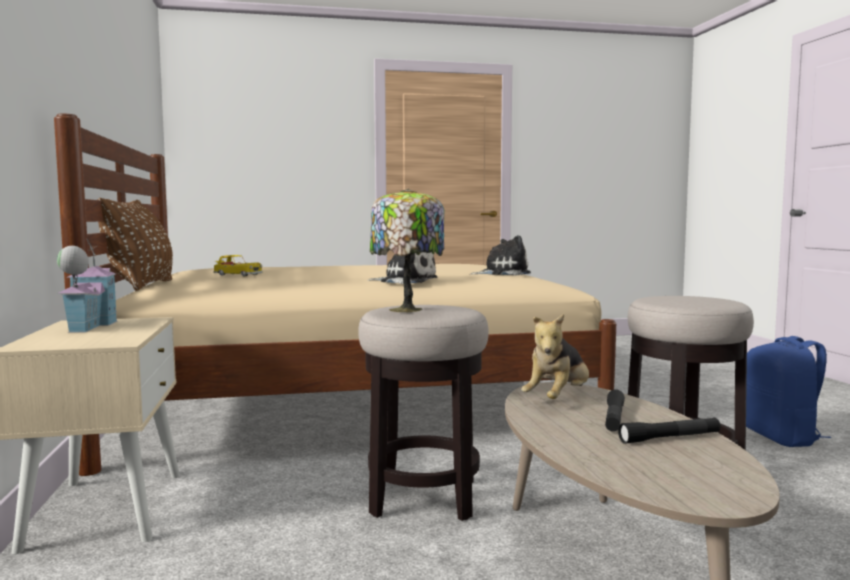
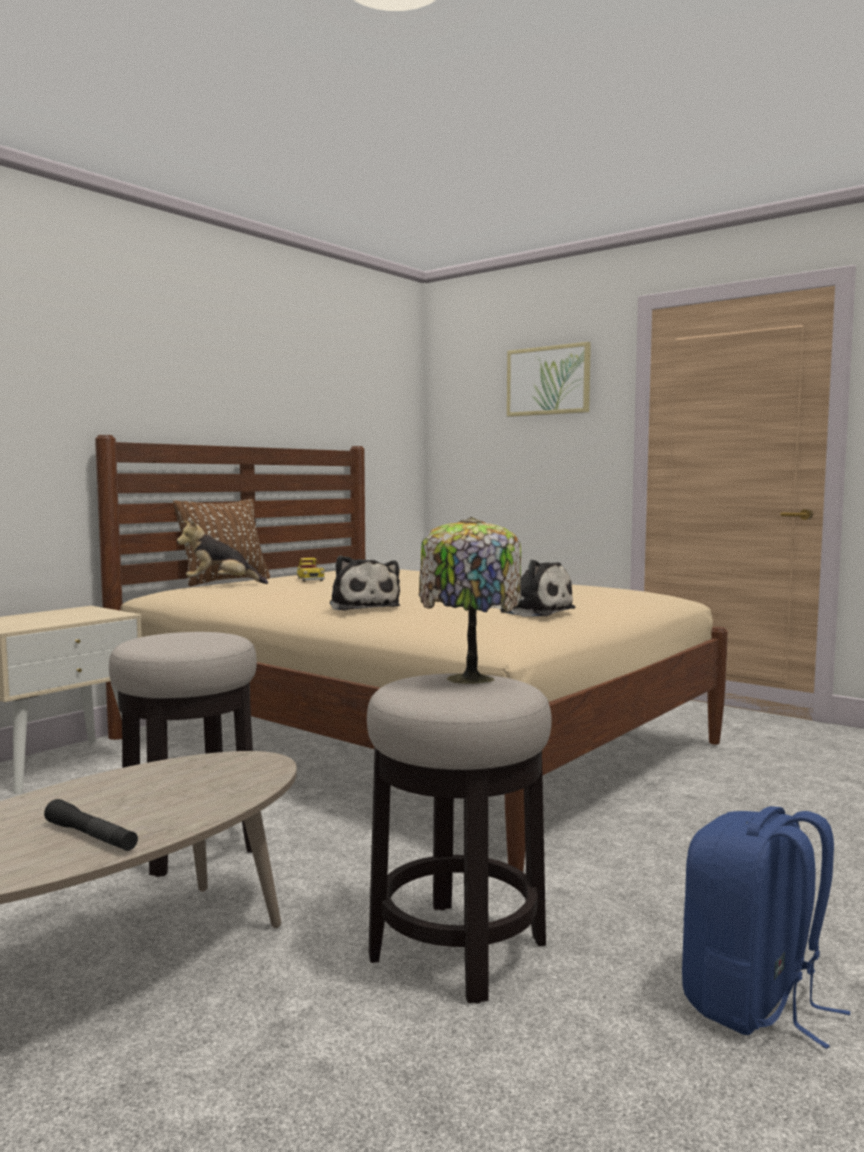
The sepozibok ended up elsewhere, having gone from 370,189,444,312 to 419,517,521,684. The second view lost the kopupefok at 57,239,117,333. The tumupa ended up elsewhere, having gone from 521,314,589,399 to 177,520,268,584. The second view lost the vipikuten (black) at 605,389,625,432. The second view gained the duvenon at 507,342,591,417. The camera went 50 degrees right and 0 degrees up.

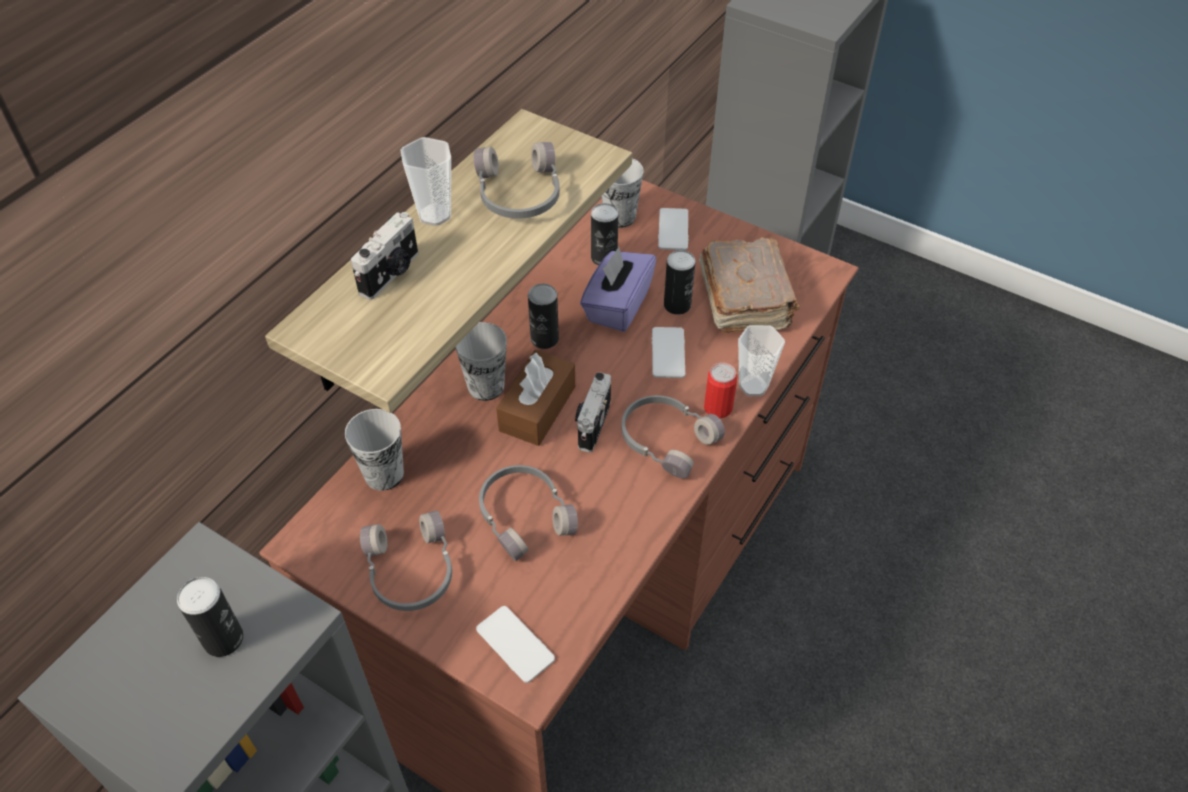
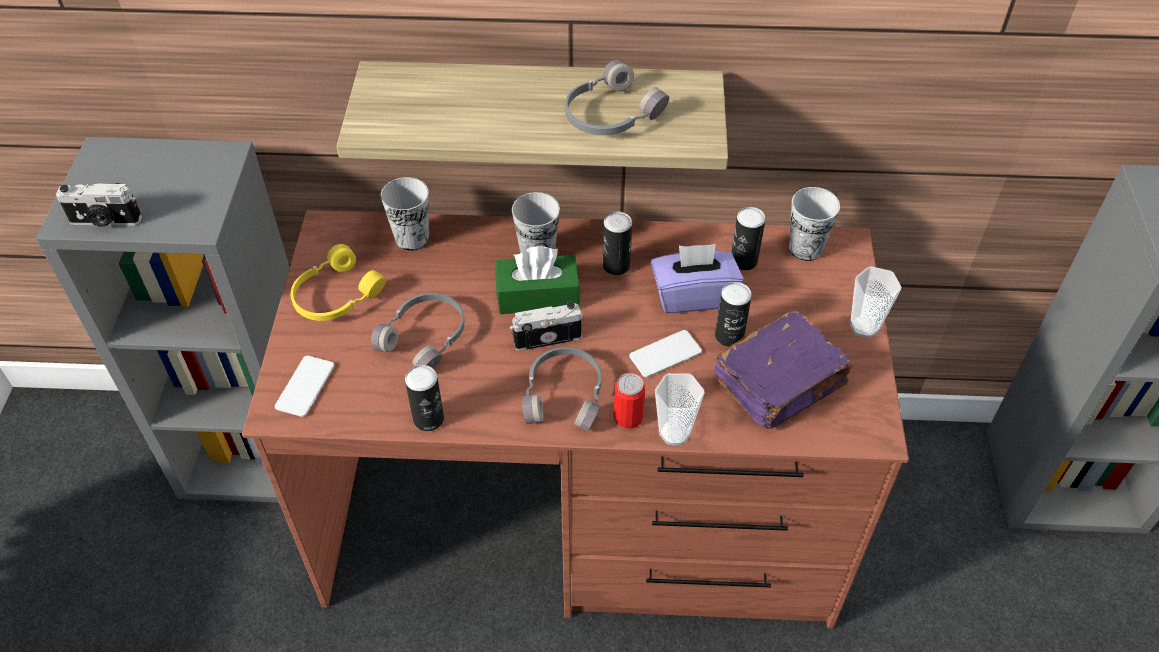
The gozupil ended up elsewhere, having gone from 401,137,451,226 to 850,266,901,338. The second view lost the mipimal at 658,208,688,250. The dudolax ended up elsewhere, having gone from 351,212,418,300 to 56,183,142,227. What was the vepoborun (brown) at 699,237,800,333 turned into the vepoborun (purple) at 714,311,852,429. What was the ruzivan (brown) at 496,350,575,446 turned into the ruzivan (green) at 496,246,580,314. What was the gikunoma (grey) at 360,510,452,611 turned into the gikunoma (yellow) at 290,244,386,321. The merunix ended up elsewhere, having gone from 177,577,243,657 to 405,365,444,431. The camera went 60 degrees right and 0 degrees up.

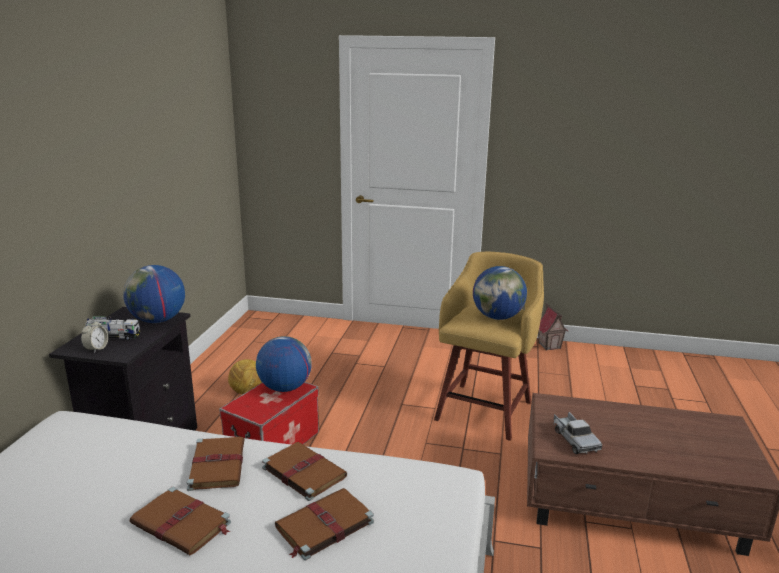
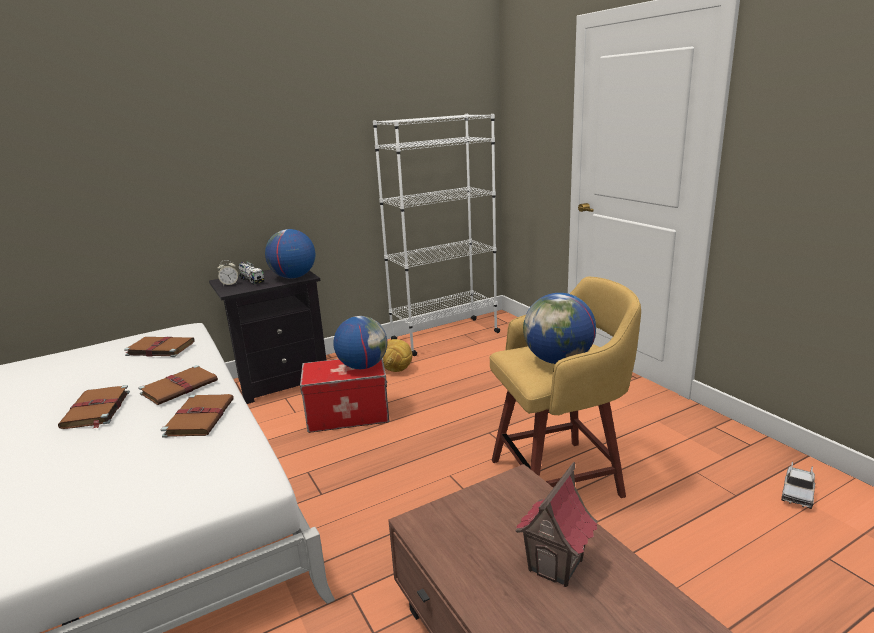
The kopupefok ended up elsewhere, having gone from 538,303,568,350 to 515,462,597,587. The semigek ended up elsewhere, having gone from 554,412,603,454 to 781,462,815,509. The vepoborun (brown) ended up elsewhere, having gone from 275,488,374,560 to 124,337,194,357. The second view gained the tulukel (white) at 373,114,500,356. The camera went 50 degrees right and 0 degrees up.

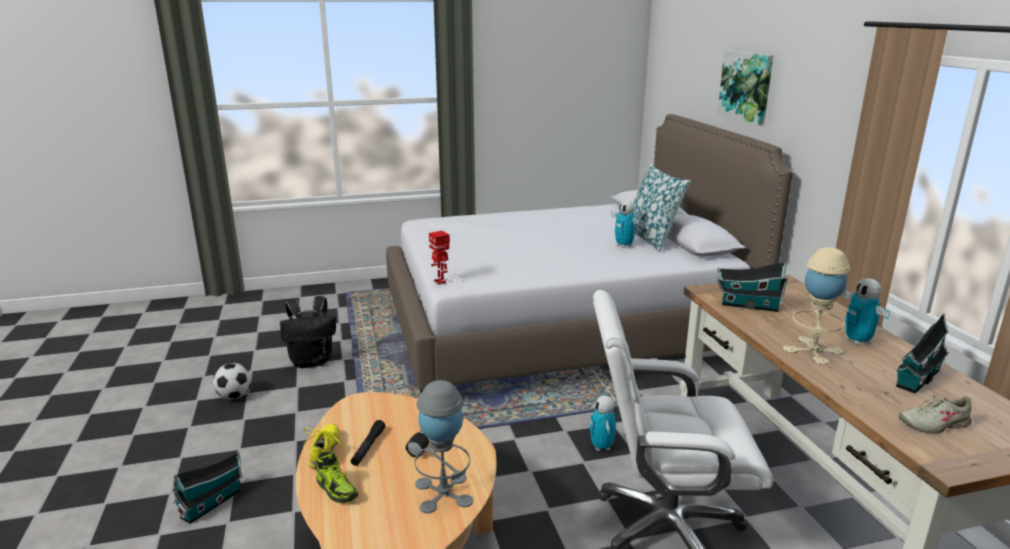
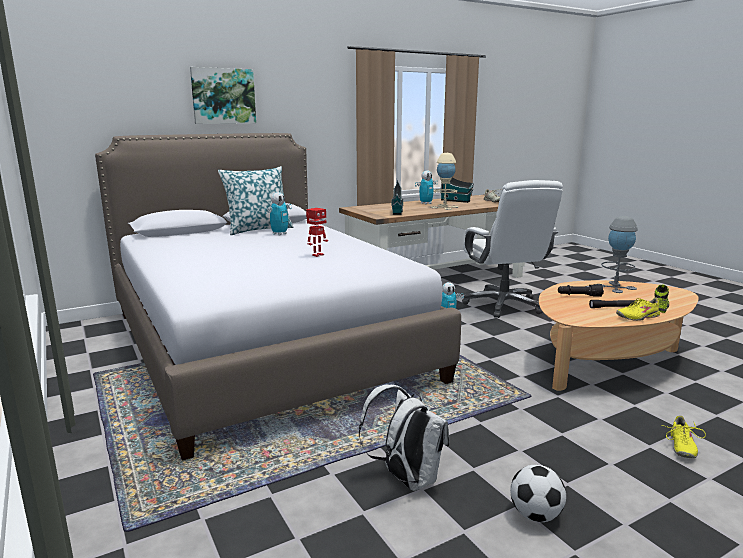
The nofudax ended up elsewhere, having gone from 429,231,450,284 to 306,208,328,257. What was the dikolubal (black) at 280,296,336,368 turned into the dikolubal (white) at 359,385,450,491. Where the kopupefok stood at 173,452,243,524, the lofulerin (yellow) came to stand at 661,415,706,458. The camera went 105 degrees left and 5 degrees down.

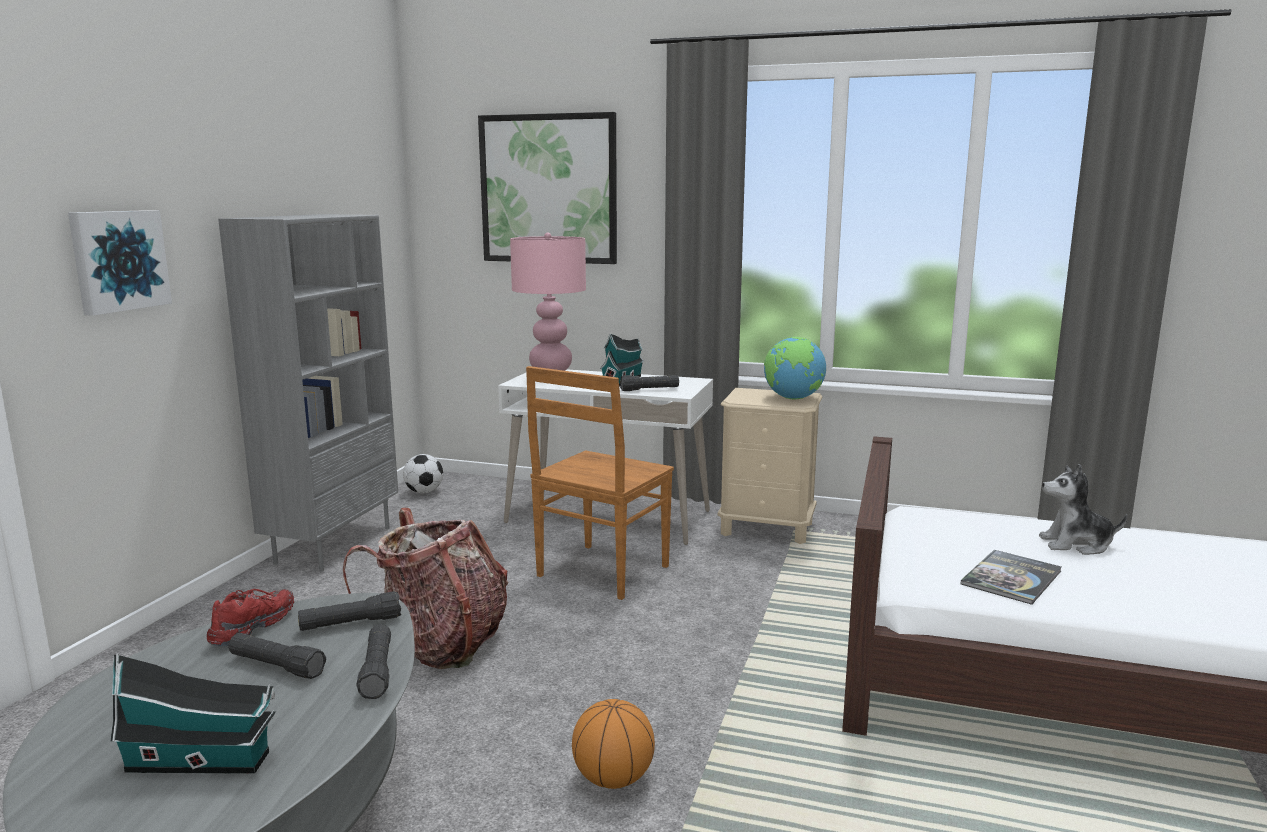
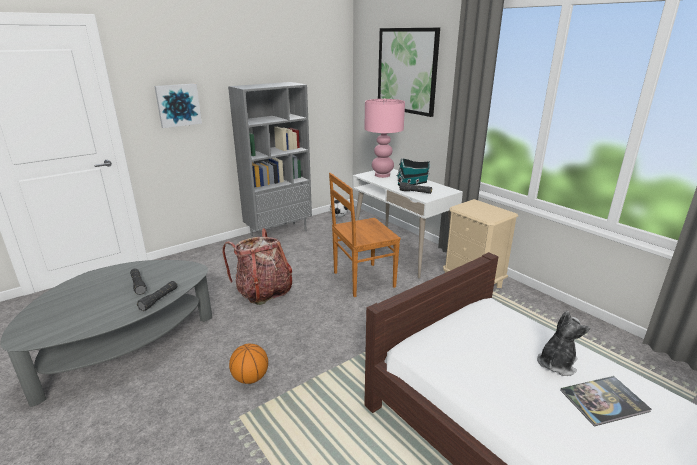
The second view lost the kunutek at 764,337,826,399. The tumupa at 1039,464,1128,555 ended up facing another way, 90 degrees clockwise from before. The vepoborun ended up elsewhere, having gone from 961,550,1061,605 to 560,376,652,426. The second view lost the lofulerin (red) at 207,589,294,646. The second view lost the vipikuten (black) at 298,591,401,631. The second view lost the kopupefok at 110,653,276,774. The camera went 35 degrees right and 10 degrees up.

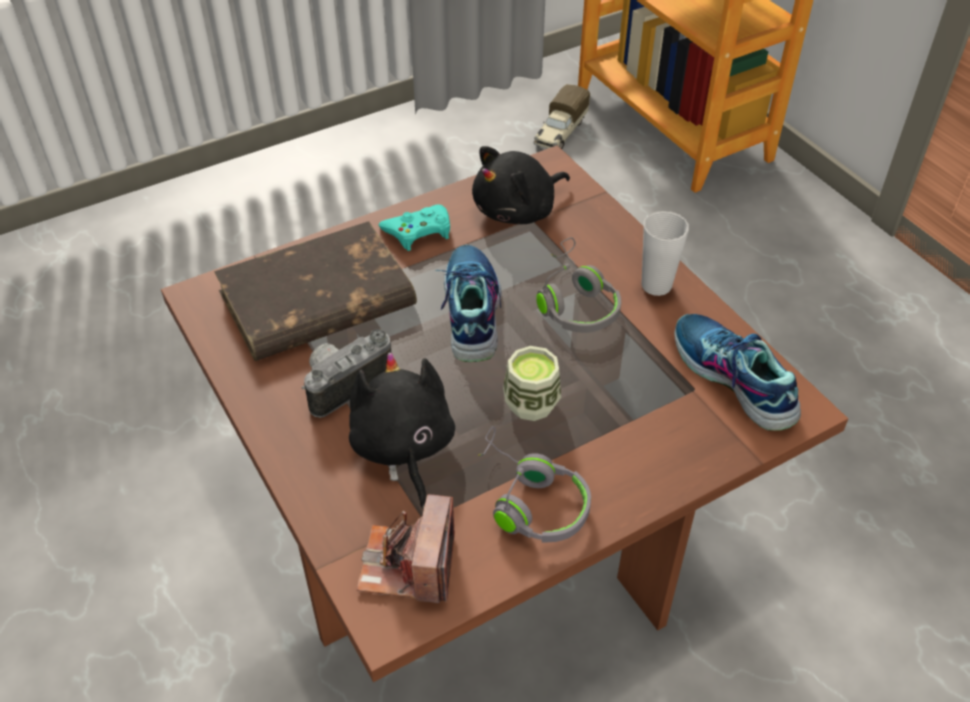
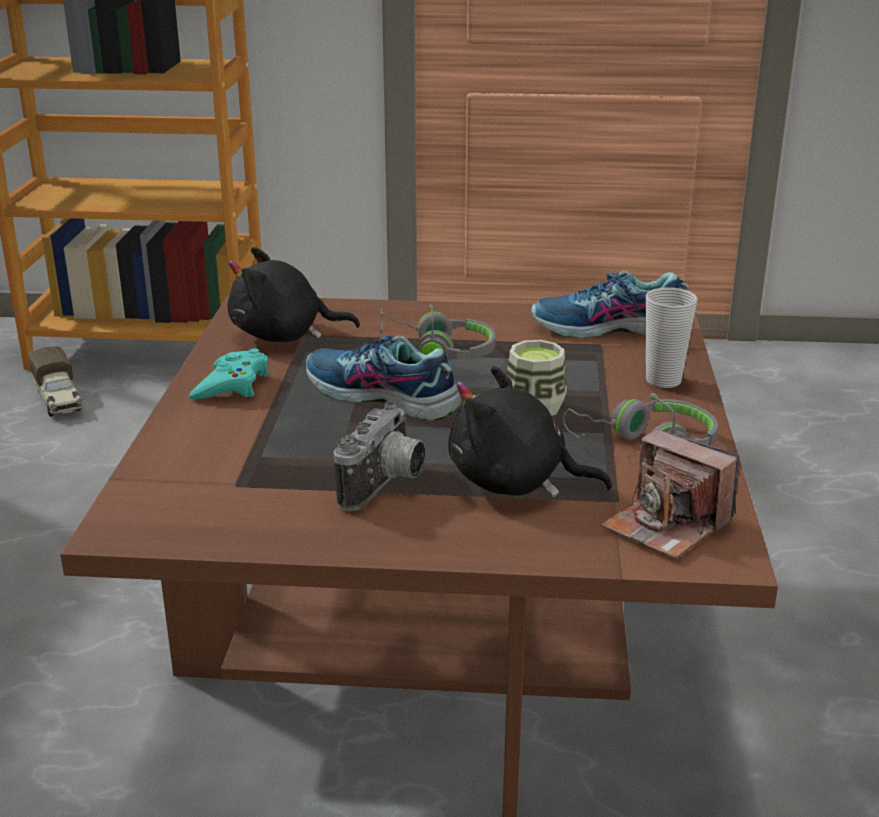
The tumupa (black) at 472,146,570,224 ended up facing another way, 90 degrees clockwise from before. The gozupil ended up elsewhere, having gone from 641,211,689,296 to 646,287,698,388. The second view lost the vepoborun (brown) at 214,221,417,361. The dudolax at 302,329,391,418 ended up facing another way, 150 degrees counterclockwise from before. The camera went 55 degrees left and 20 degrees down.

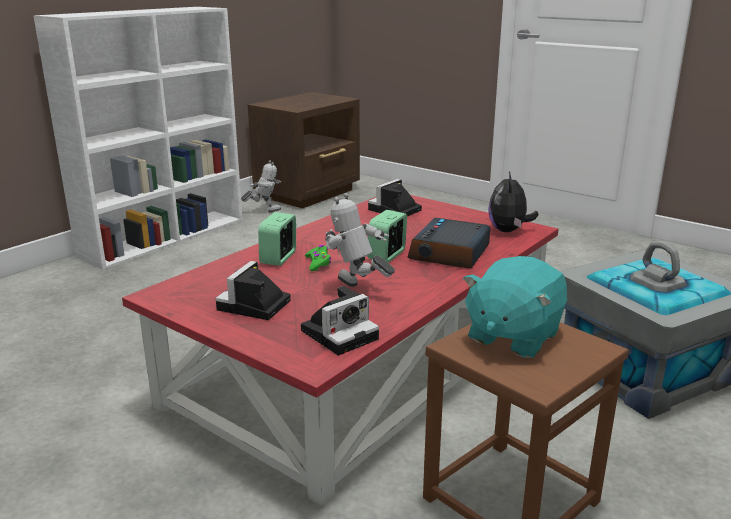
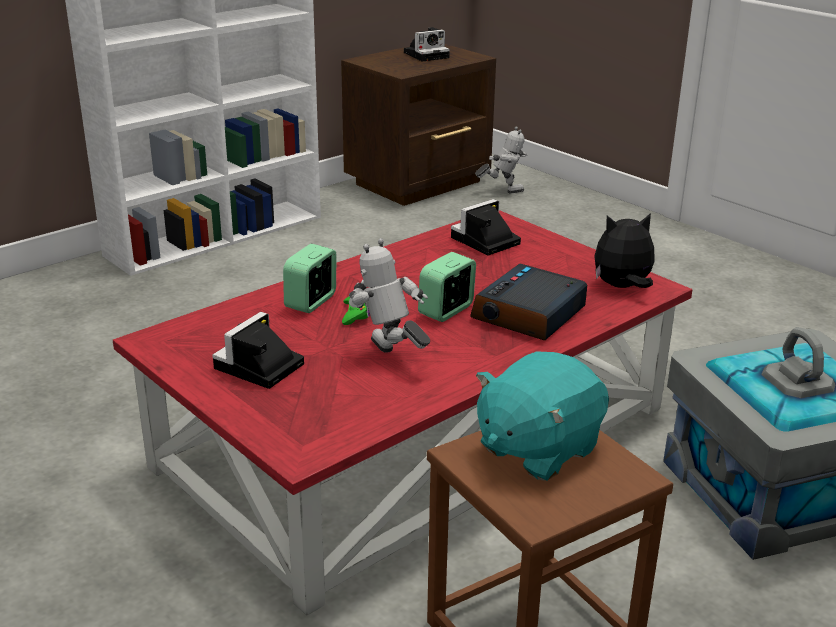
The nofudax ended up elsewhere, having gone from 241,160,281,212 to 475,126,528,193. The tumupa at 488,172,538,232 ended up facing another way, 60 degrees clockwise from before. The dudolax ended up elsewhere, having gone from 301,286,379,356 to 404,27,450,62. The camera went 10 degrees right and 5 degrees up.

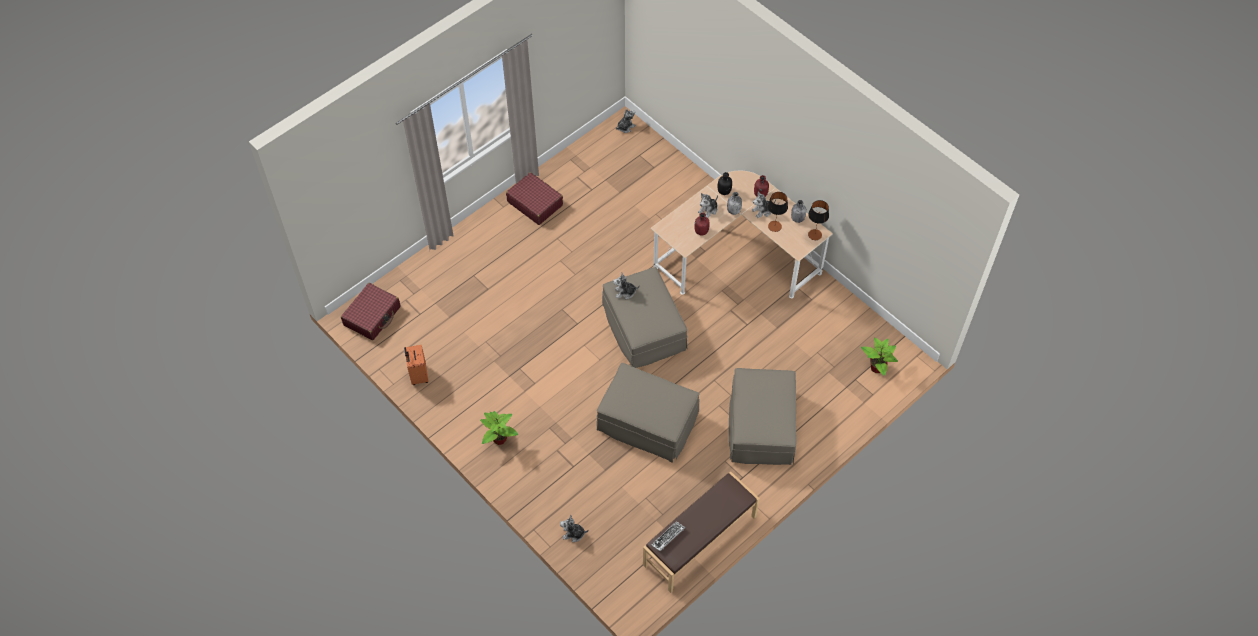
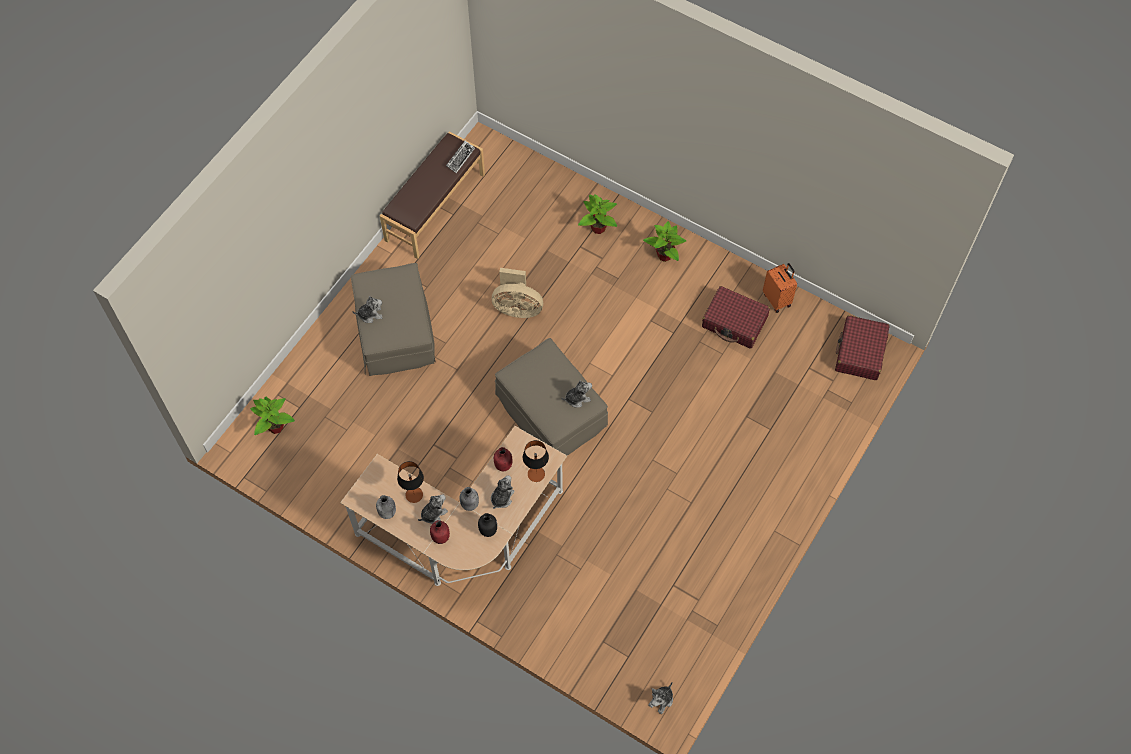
The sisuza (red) ended up elsewhere, having gone from 506,172,563,225 to 702,286,770,349. The sepozibok ended up elsewhere, having gone from 808,200,829,240 to 523,440,549,482. Where the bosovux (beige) stood at 596,363,700,463, the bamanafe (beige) came to stand at 492,268,543,318. The tumupa ended up elsewhere, having gone from 560,514,589,542 to 352,296,383,323. The second view gained the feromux at 578,194,617,234. The camera went 165 degrees right and 5 degrees up.

